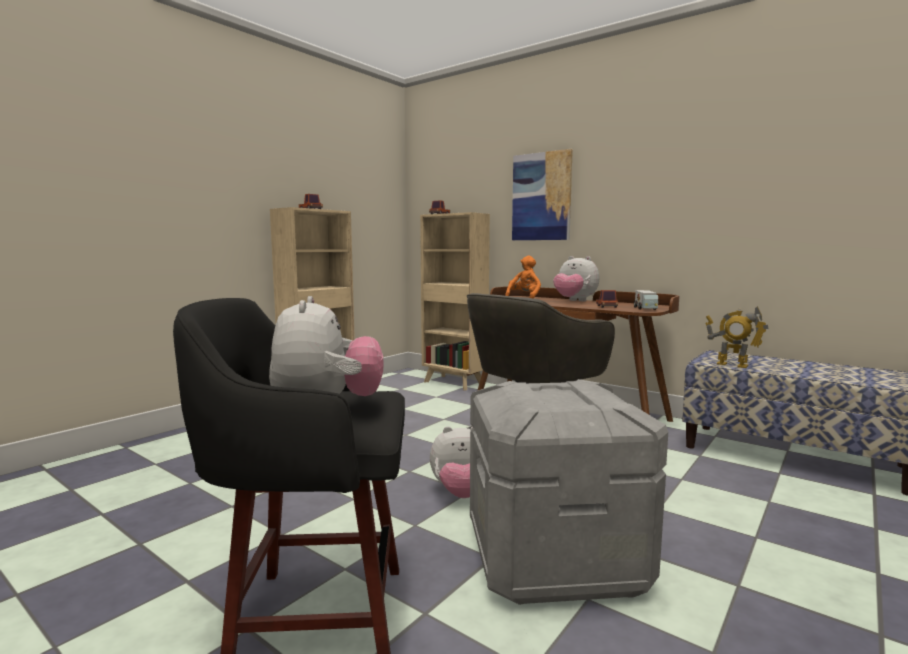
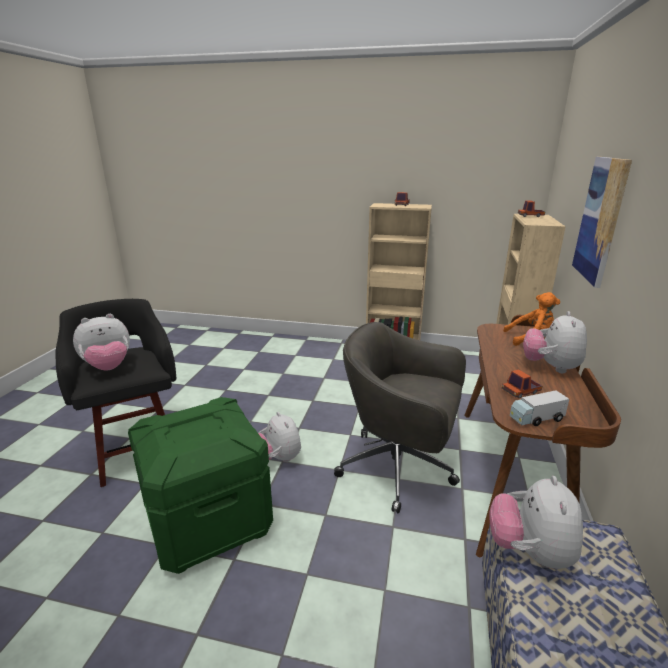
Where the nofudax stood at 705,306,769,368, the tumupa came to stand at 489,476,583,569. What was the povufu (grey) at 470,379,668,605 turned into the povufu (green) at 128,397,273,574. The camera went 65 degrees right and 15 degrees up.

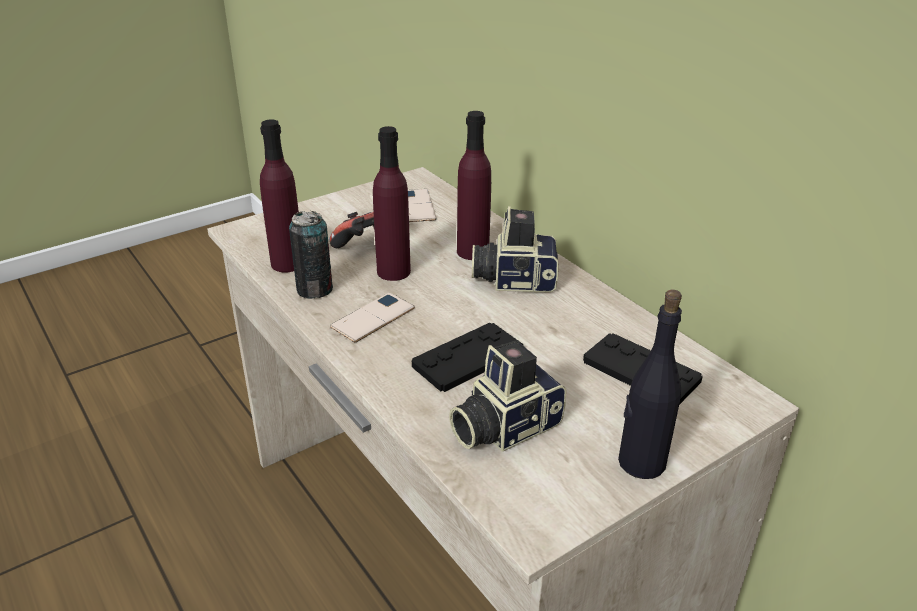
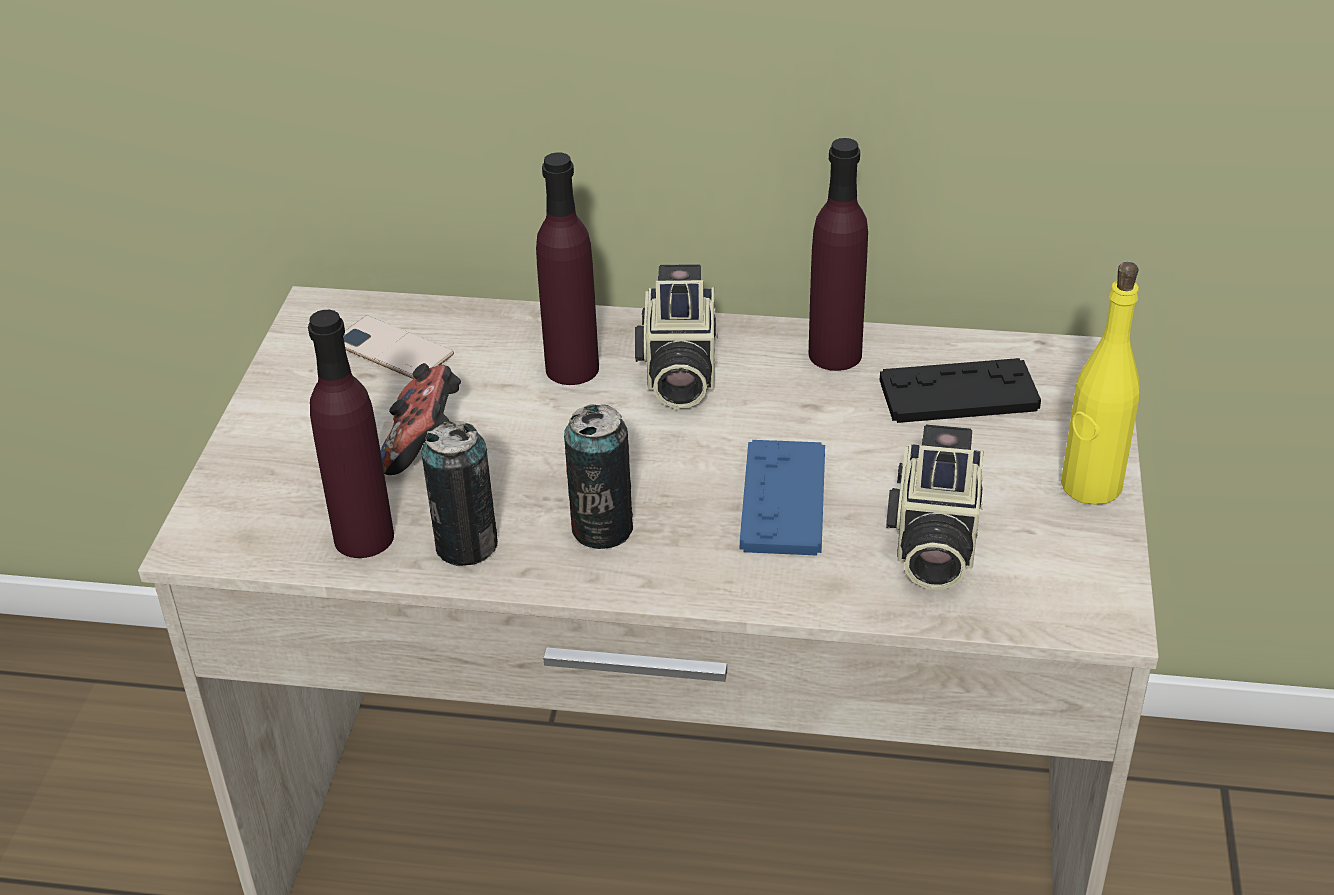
The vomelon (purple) ended up elsewhere, having gone from 373,126,411,281 to 809,138,868,371. The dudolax at 472,206,559,292 ended up facing another way, 45 degrees counterclockwise from before. What was the vomelon (black) at 618,290,682,479 turned into the vomelon (yellow) at 1061,262,1140,505. Where the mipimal stood at 330,292,415,342, the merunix came to stand at 564,404,633,549. What was the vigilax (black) at 412,323,523,392 turned into the vigilax (blue) at 740,440,825,556. The camera went 45 degrees left and 5 degrees up.

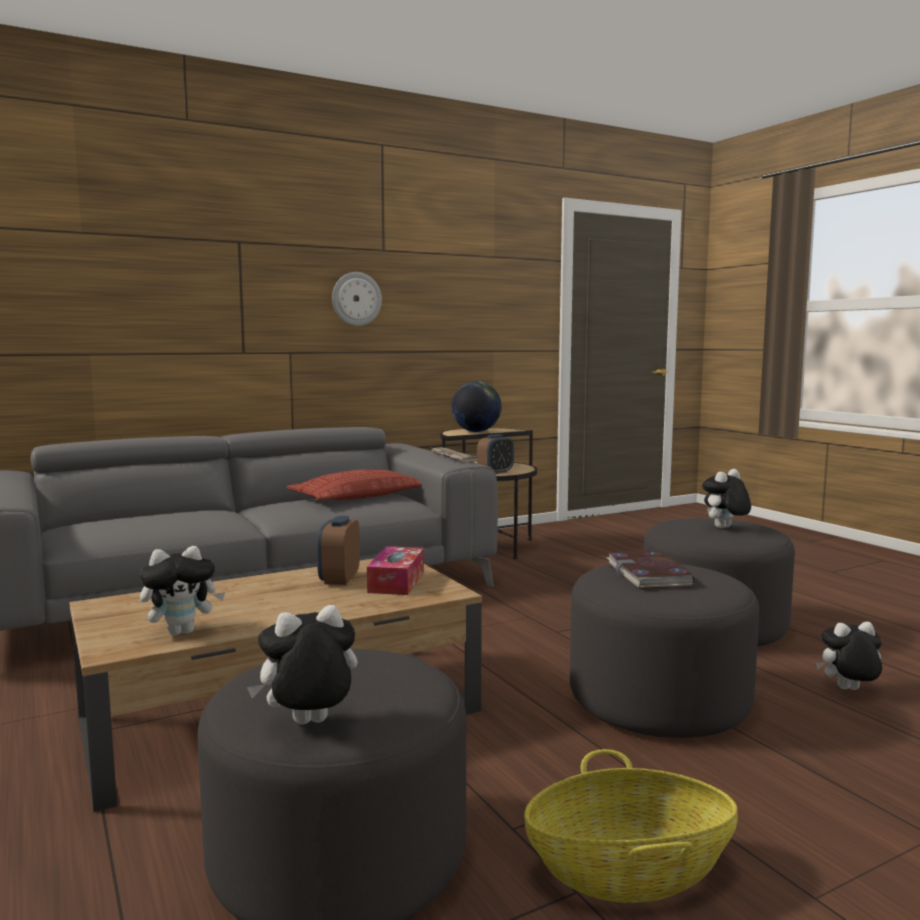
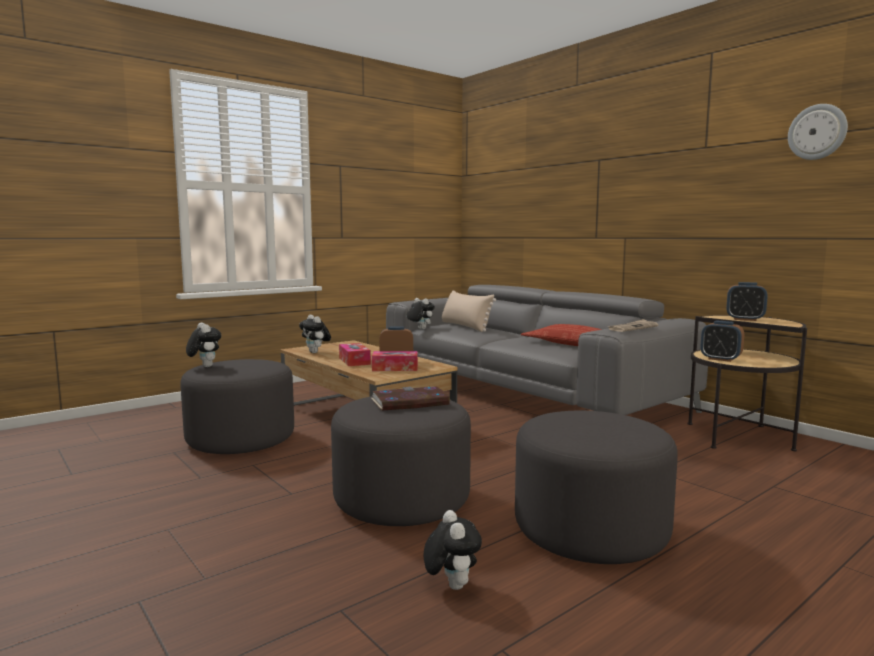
The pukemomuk ended up elsewhere, having gone from 332,272,382,326 to 788,104,848,160. Where the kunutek stood at 451,381,502,432, the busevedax came to stand at 726,282,768,321. The tumupa ended up elsewhere, having gone from 702,469,751,528 to 407,298,435,329. The second view lost the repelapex at 524,749,738,903. The second view gained the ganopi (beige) at 442,290,496,332. The second view gained the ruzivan at 339,343,371,366. The camera went 80 degrees right and 0 degrees up.

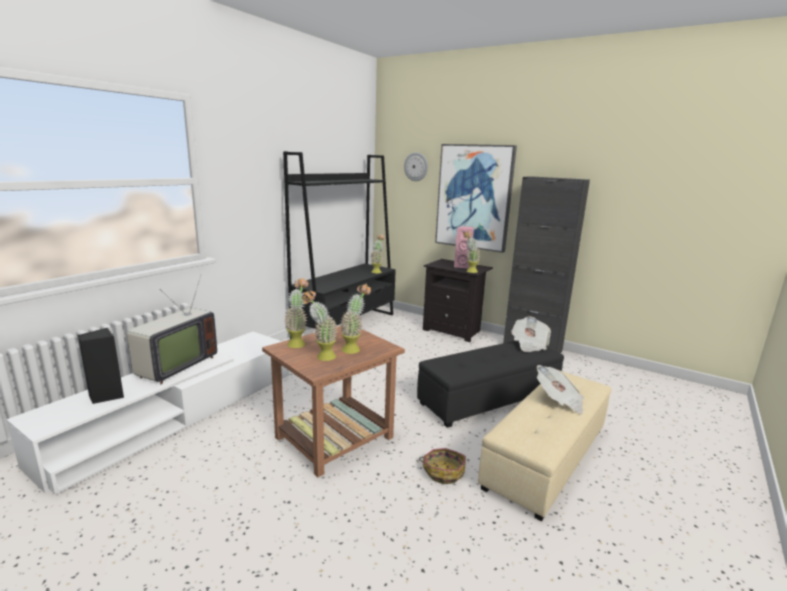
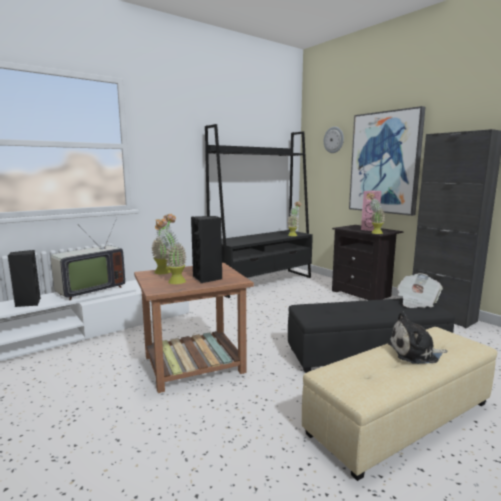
Where the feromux stood at 340,284,371,354, the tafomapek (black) came to stand at 191,216,222,283. Where the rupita stood at 537,365,584,414, the tumupa came to stand at 388,312,448,364. The second view lost the repelapex at 419,448,466,484. The camera went 20 degrees right and 5 degrees down.

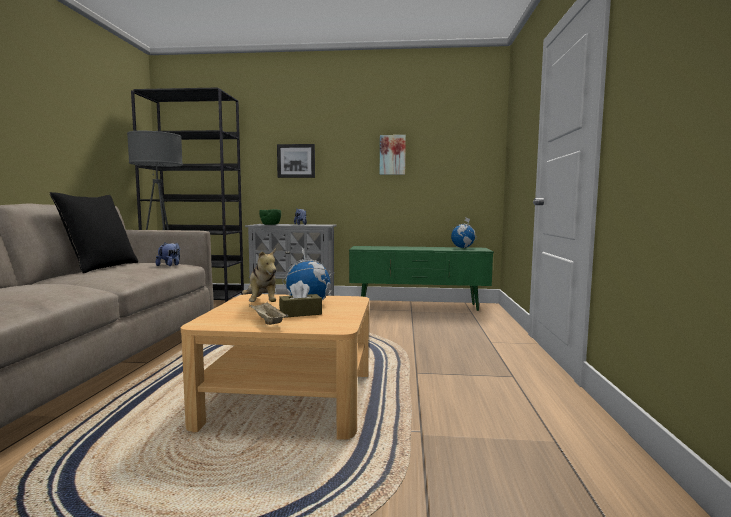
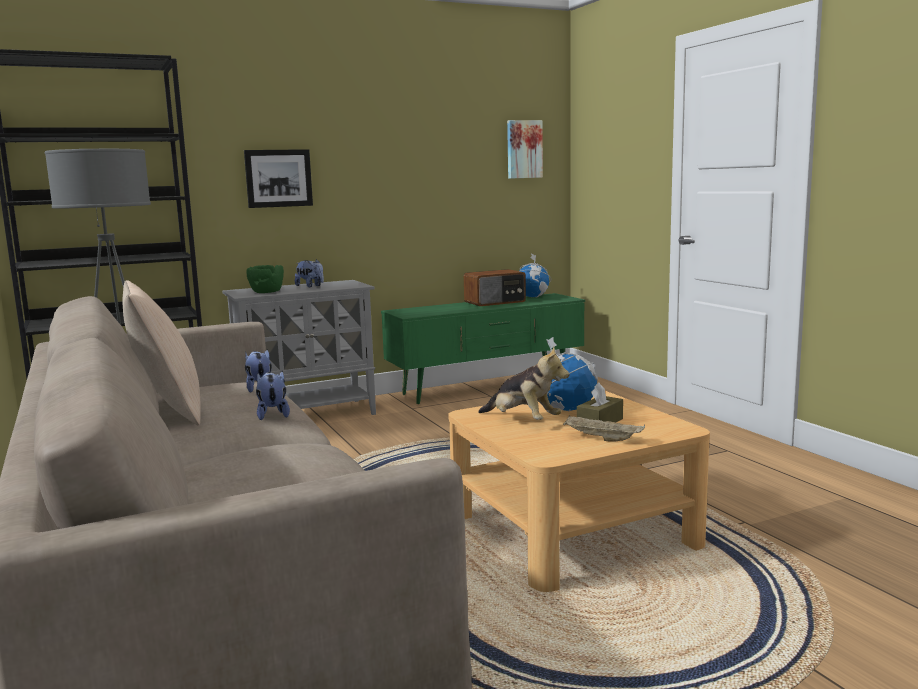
The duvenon ended up elsewhere, having gone from 380,135,406,175 to 507,120,543,179. What was the ganopi (black) at 50,192,138,273 turned into the ganopi (beige) at 122,280,201,425. The second view gained the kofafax at 464,269,526,306. The second view gained the tumupa at 256,371,290,420. The camera went 30 degrees left and 5 degrees up.

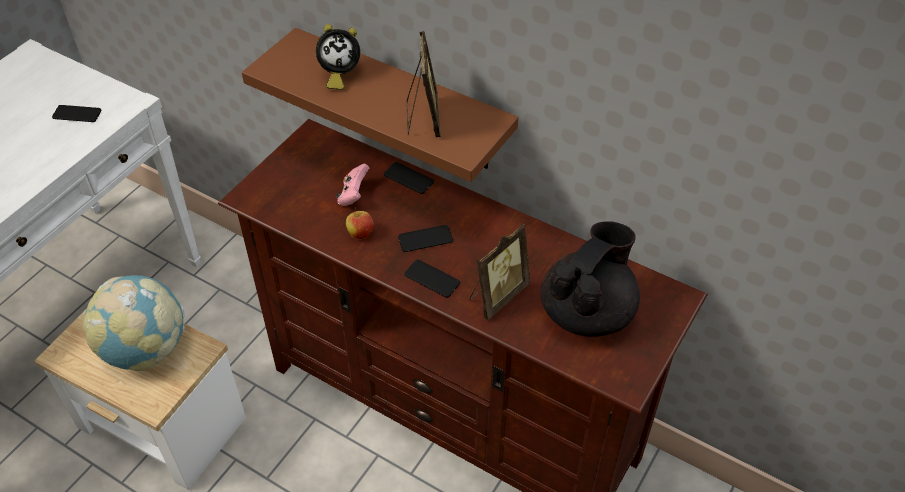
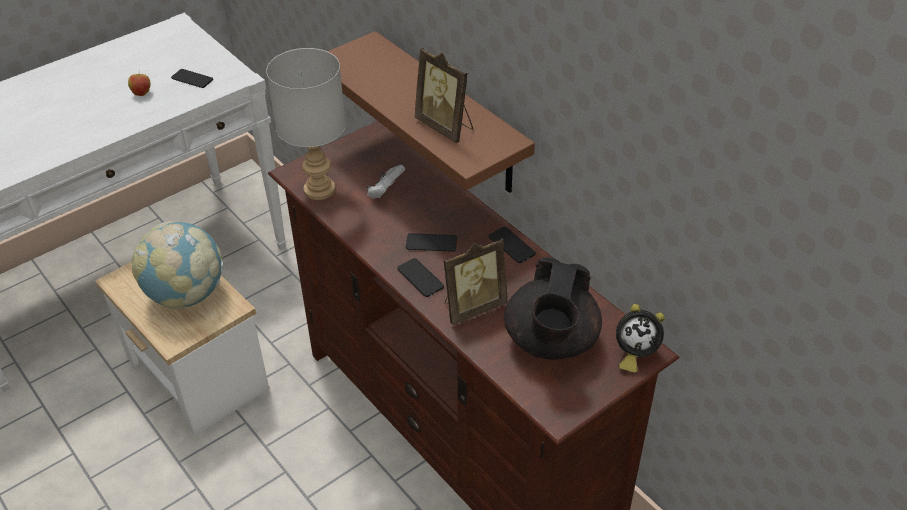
The busevedax ended up elsewhere, having gone from 316,24,360,90 to 616,304,665,373. The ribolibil at 406,31,441,137 ended up facing another way, 120 degrees clockwise from before. The mipimal ended up elsewhere, having gone from 384,162,434,194 to 489,227,536,263. What was the vigilax (pink) at 336,164,369,206 turned into the vigilax (white) at 366,165,405,199. The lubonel ended up elsewhere, having gone from 346,208,373,240 to 128,70,151,96. The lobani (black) at 541,221,640,337 ended up facing another way, 135 degrees clockwise from before. The second view gained the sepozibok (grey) at 266,48,346,200. The camera went 20 degrees right and 5 degrees down.

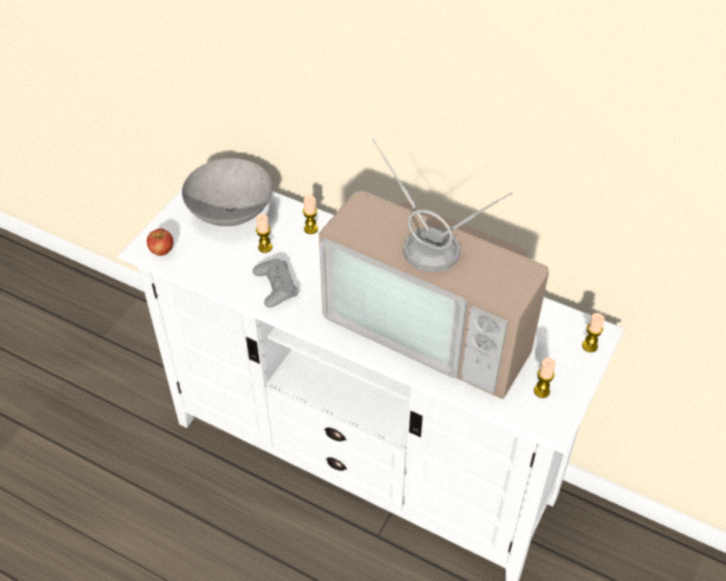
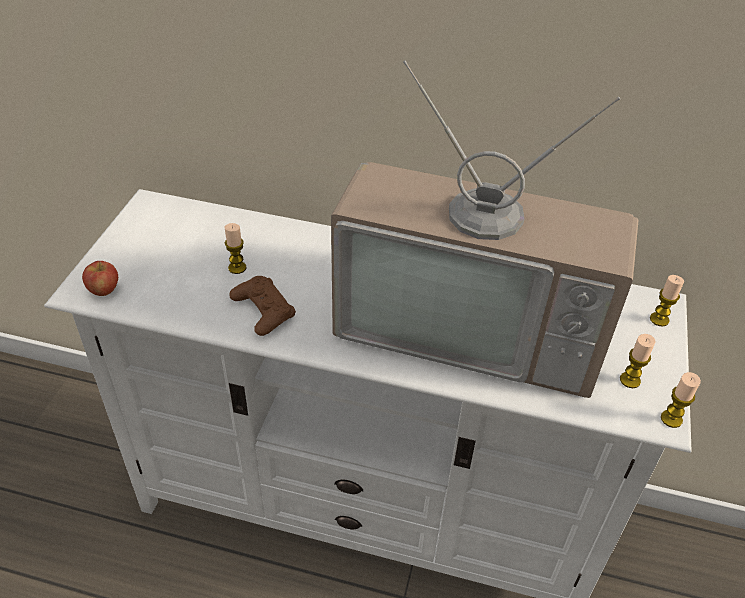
The second view lost the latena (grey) at 182,158,273,226. The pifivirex ended up elsewhere, having gone from 303,195,318,234 to 661,372,701,428. What was the vigilax (grey) at 253,258,298,307 turned into the vigilax (brown) at 229,276,296,336. The camera went 15 degrees left and 5 degrees down.

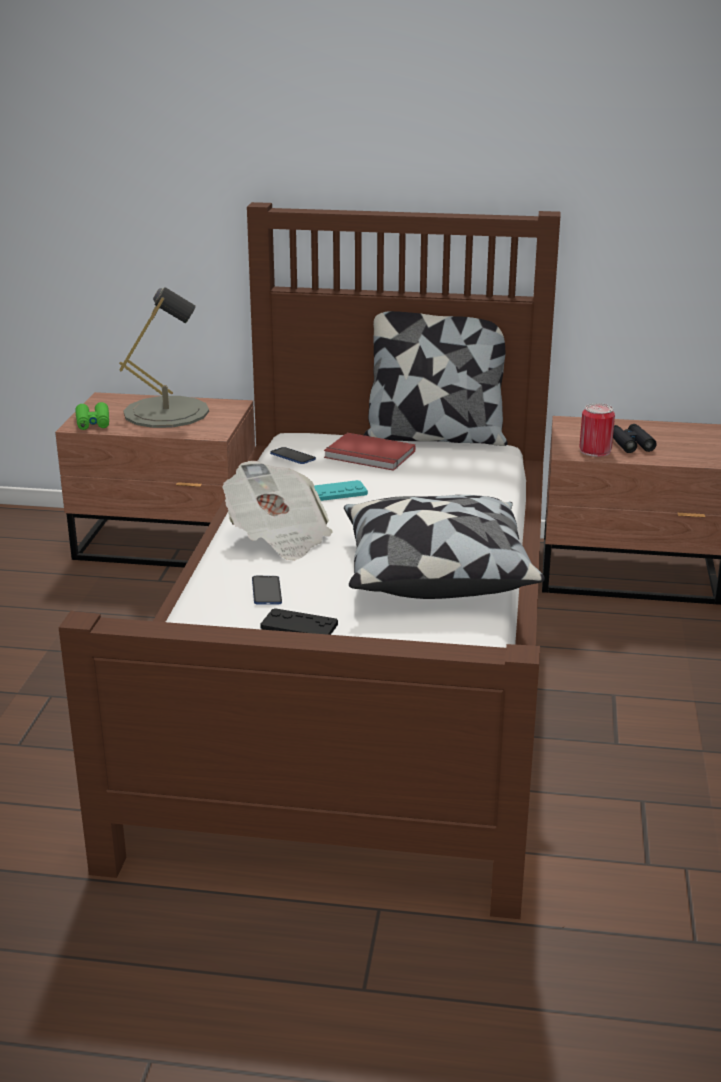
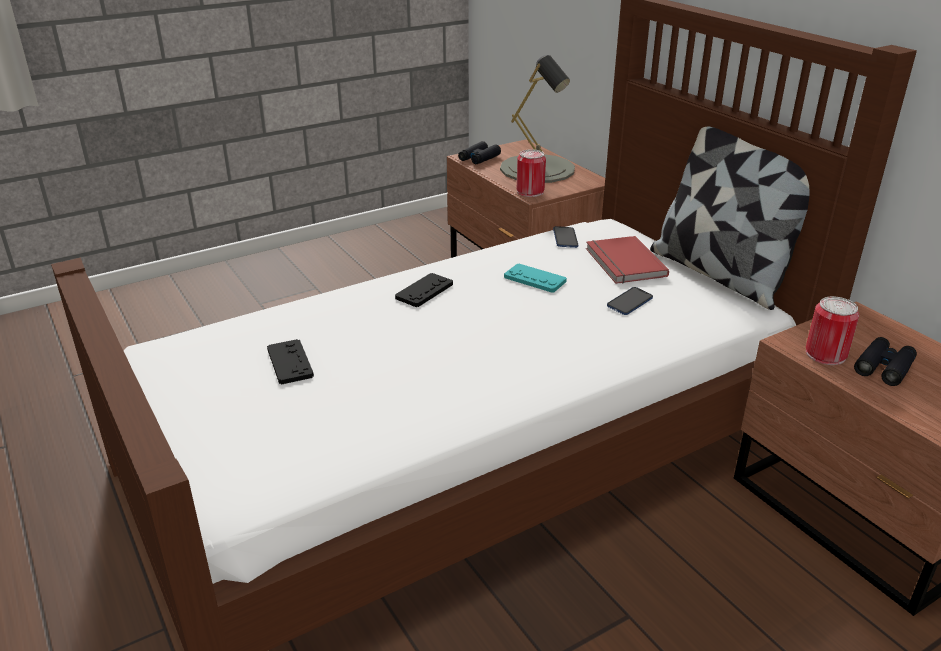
What was the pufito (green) at 75,402,109,430 turned into the pufito (black) at 458,141,501,164. Where the rupita stood at 222,461,333,561, the vigilax (black) came to stand at 395,273,453,307. The second view lost the ganopi at 344,495,545,599. The mipimal ended up elsewhere, having gone from 252,576,282,605 to 607,287,653,315. The second view gained the merunix at 517,149,546,197. The camera went 50 degrees right and 5 degrees up.

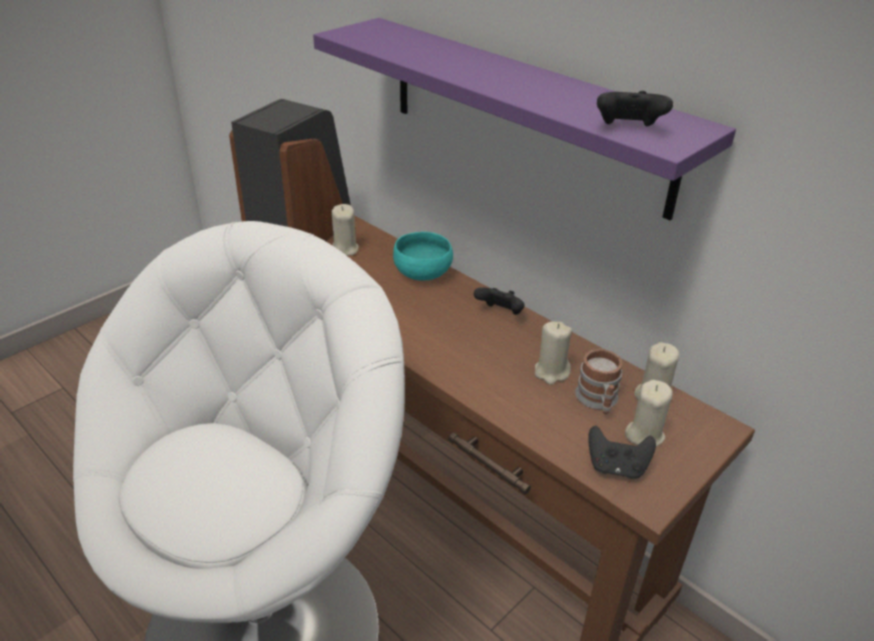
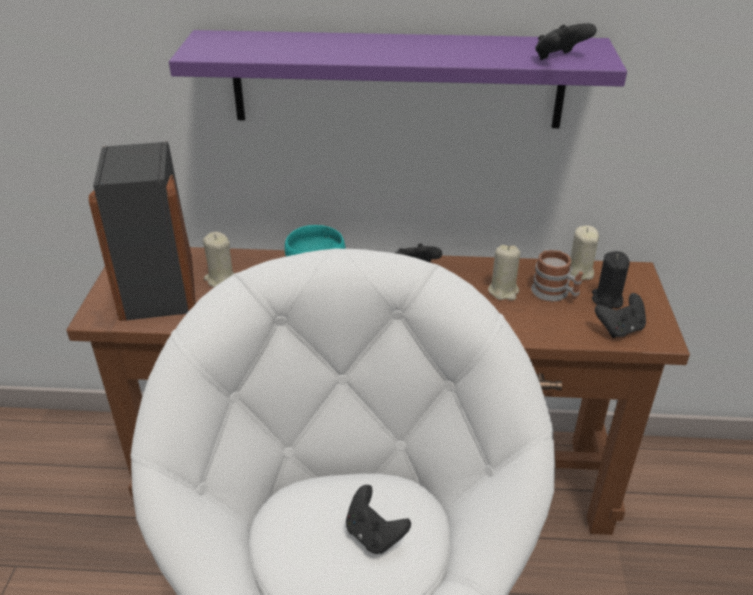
What was the pifivirex (beige) at 625,380,673,447 turned into the pifivirex (black) at 592,251,630,308. The second view gained the vigilax (black) at 346,485,411,554. The camera went 40 degrees left and 0 degrees up.

